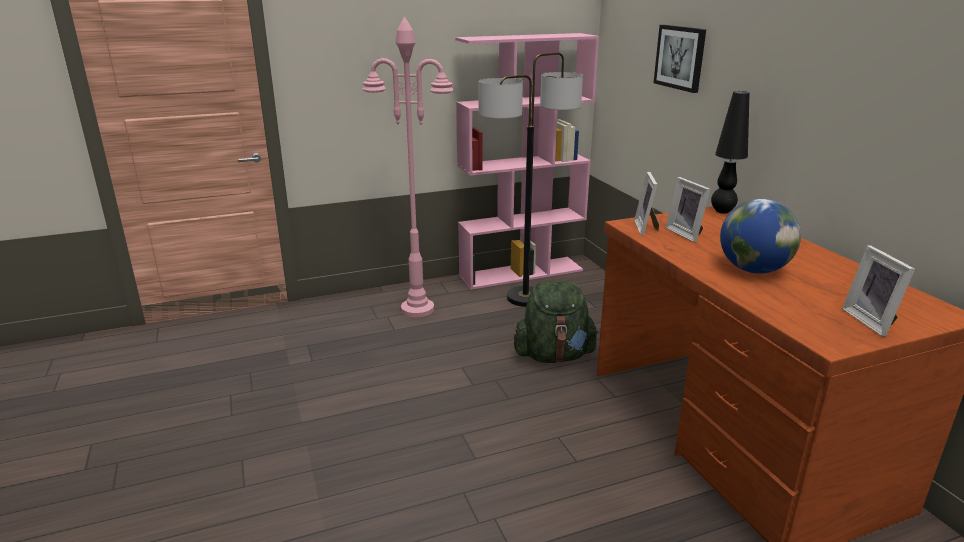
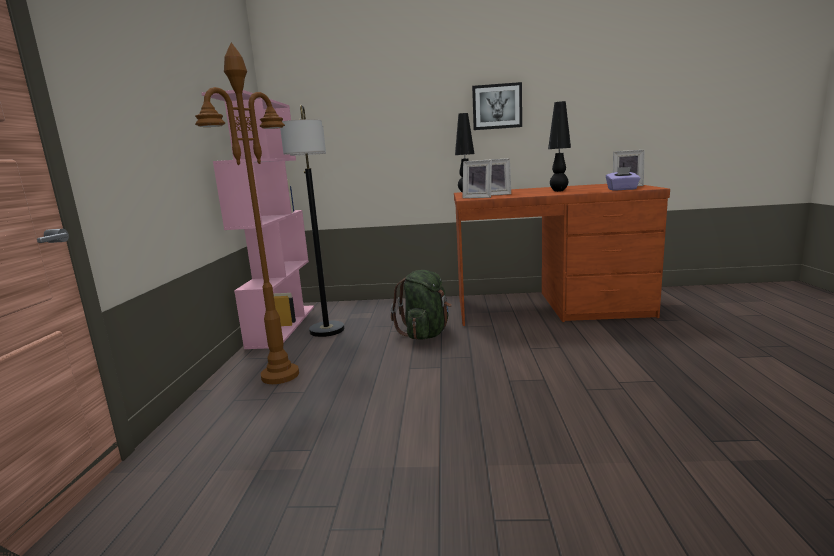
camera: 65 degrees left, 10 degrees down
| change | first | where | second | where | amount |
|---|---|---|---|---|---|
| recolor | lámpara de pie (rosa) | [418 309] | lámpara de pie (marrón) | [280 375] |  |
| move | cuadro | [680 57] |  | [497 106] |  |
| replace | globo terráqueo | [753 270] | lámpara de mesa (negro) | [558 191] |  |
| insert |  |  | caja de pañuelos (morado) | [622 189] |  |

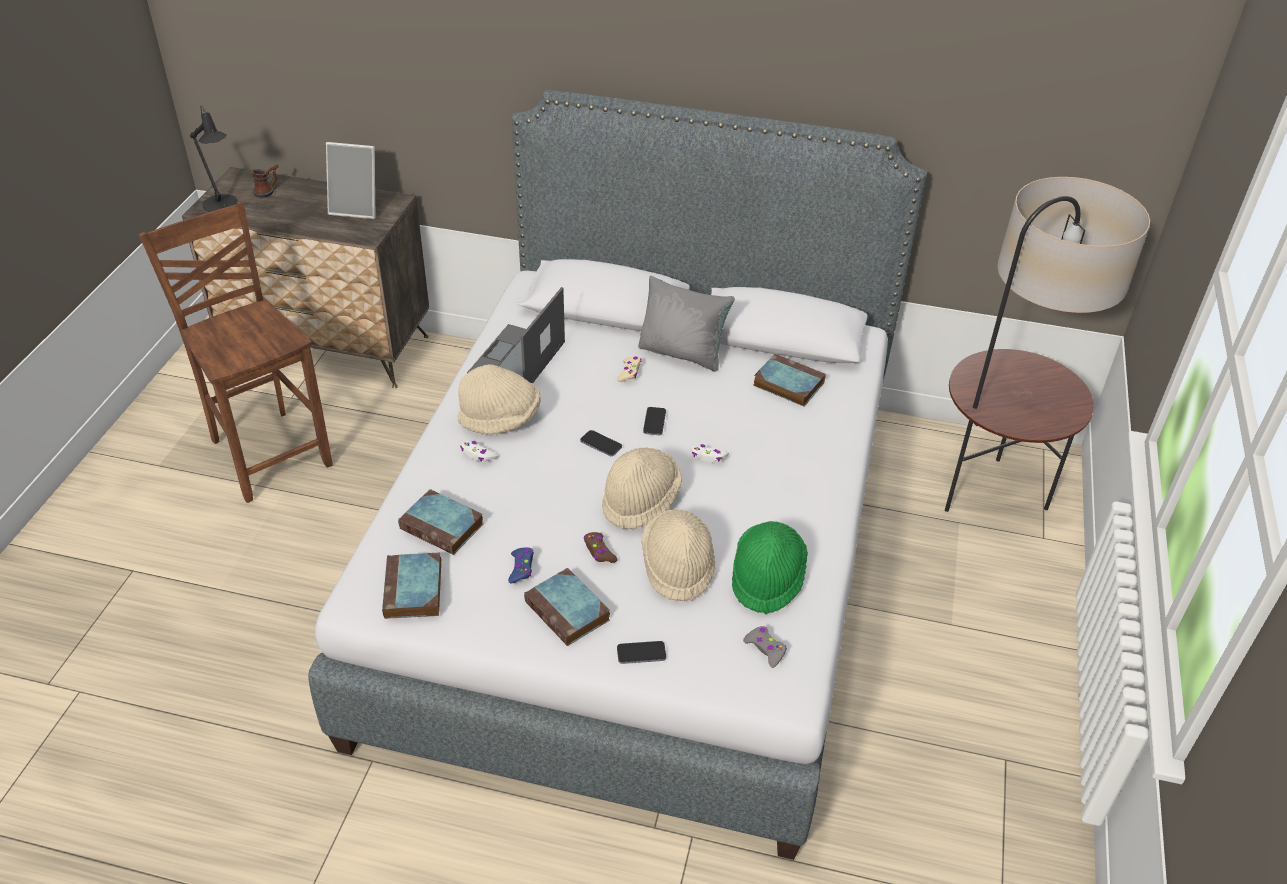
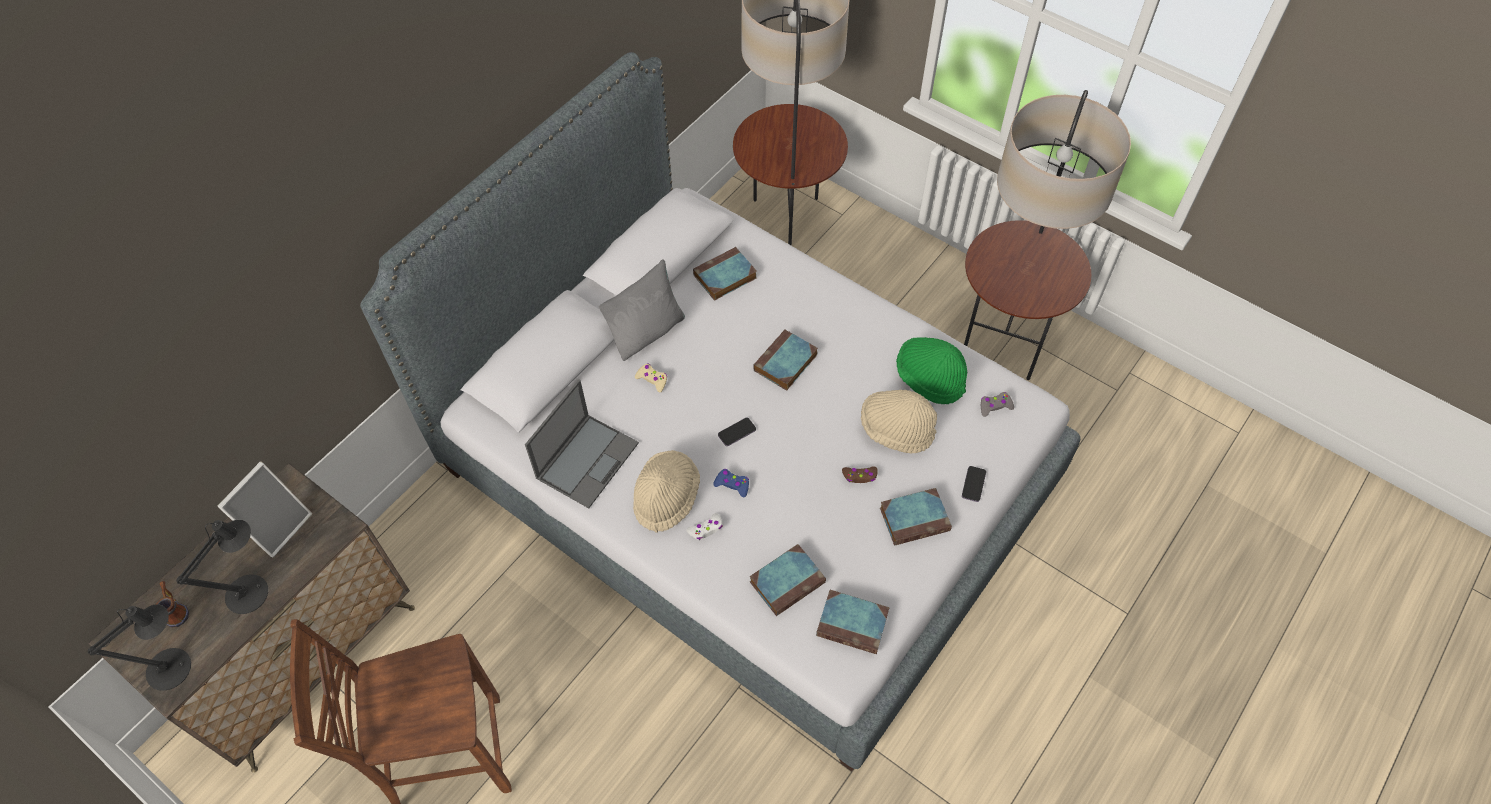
camera: 65 degrees left, 15 degrees up
| change | first | where | second | where | amount |
|---|---|---|---|---|---|
| rotate | portátil | [517 359] |  | [588 459] | 105 degrees counterclockwise |
| move | mando de consola (azul) | [521 568] |  | [732 484] |  |
| delete | sombrero (beis) | [640 501] |  |  |  |
| delete | móvil | [654 422] |  |  |  |
| replace | mando de consola (blanco) | [708 456] | libro | [785 364] |  |
| insert |  |  | lámpara de mesa (negro) | [253 590] |  |
| insert |  |  | lámpara de pie | [1004 341] |  |

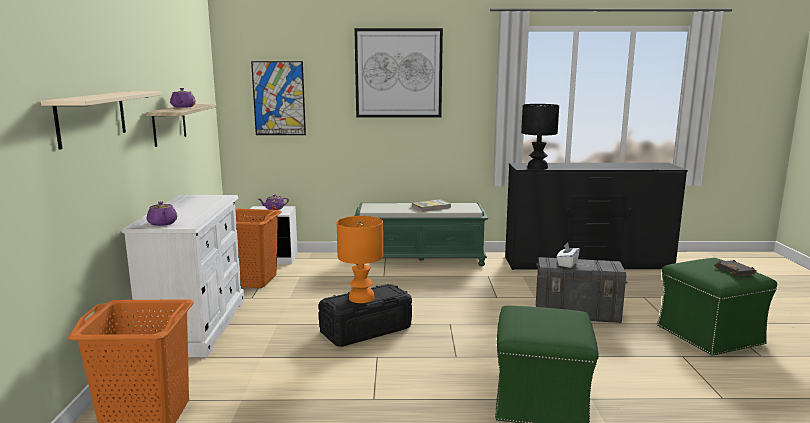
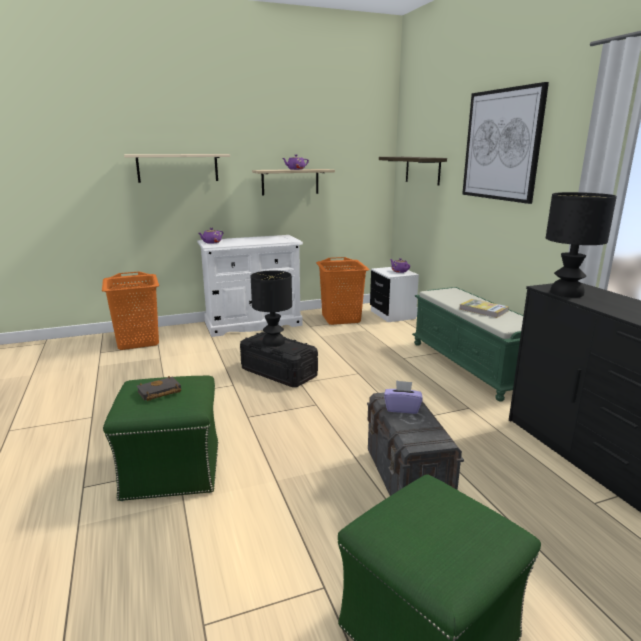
camera: 70 degrees right, 5 degrees up
| change | first | where | second | where | amount |
|---|---|---|---|---|---|
| replace | cuadro | [279 98] | estante | [422 170] |  |
| recolor | lámpara de mesa (naranja) | [361 298] | lámpara de mesa (negro) | [273 342] |  |
| recolor | caja de pañuelos (blanco) | [567 264] | caja de pañuelos (morado) | [402 408] |  |
| move | libro (negro) | [736 271] |  | [158 393] |  |

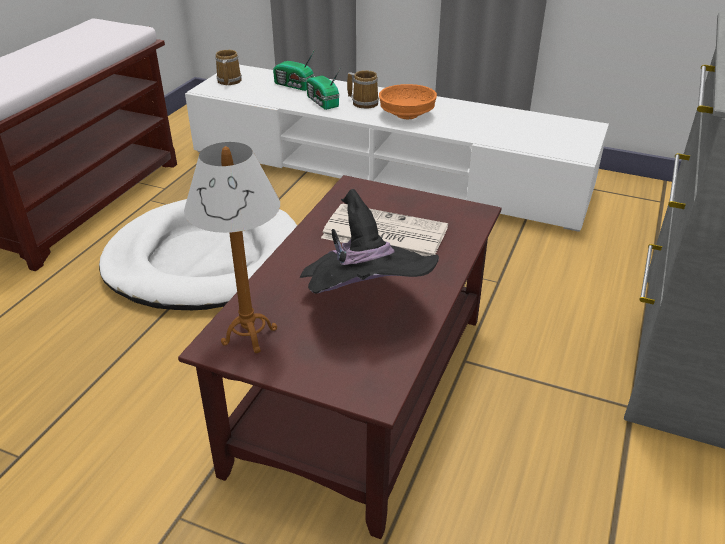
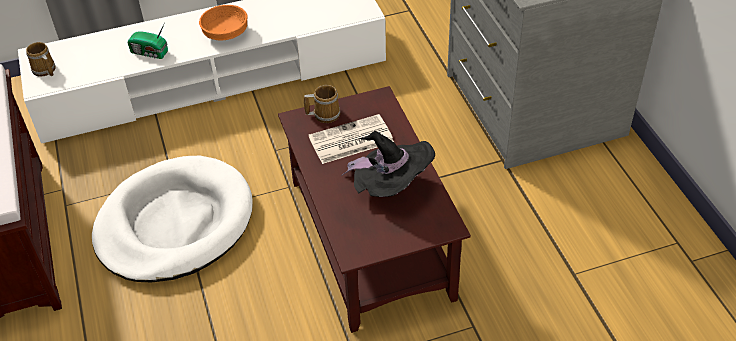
camera: 40 degrees left, 10 degrees up
| change | first | where | second | where | amount |
|---|---|---|---|---|---|
| delete | lámpara de mesa | [249 336] |  |  |  |
| delete | radio | [294 86] |  |  |  |
| move | taza grande | [364 102] |  | [325 114] |  |

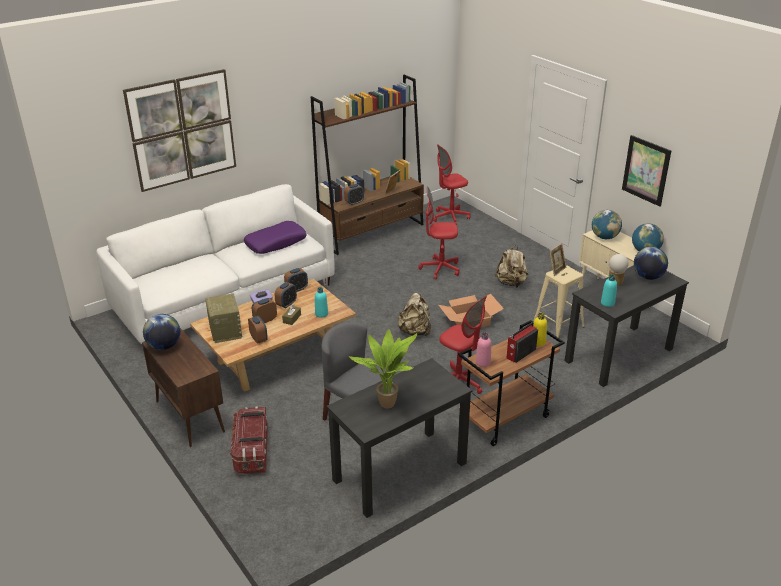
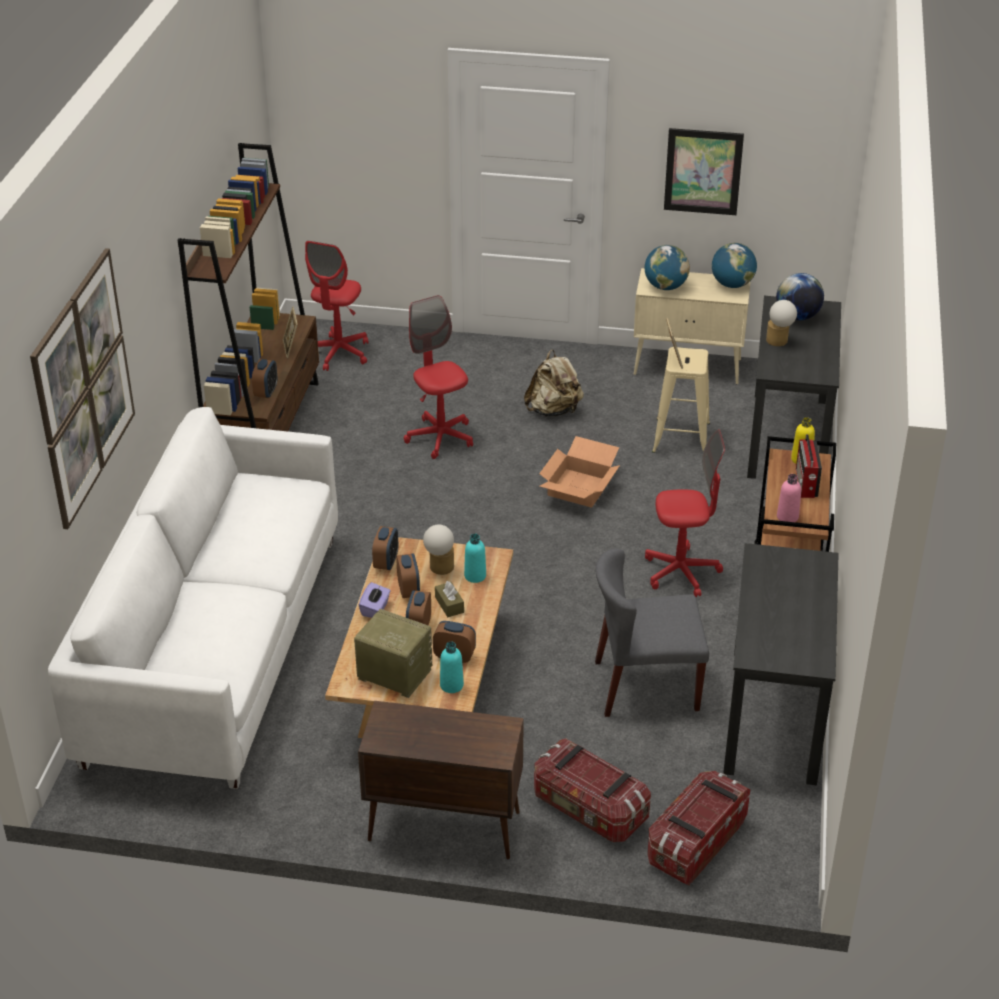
camera: 45 degrees left, 5 degrees up
| change | first | where | second | where | amount |
|---|---|---|---|---|---|
| delete | globo terráqueo | [164 346] |  |  |  |
| delete | cojín (morado) | [275 243] |  |  |  |
| delete | planta en maceta | [387 402] |  |  |  |
| delete | mochila (beis) | [415 331] |  |  |  |
| rotate | silla de oficina (rojo) | [440 269] |  | [440 437] | 105 degrees clockwise |
| move | botella (turquesa) | [607 303] |  | [451 685] |  |
| insert |  |  | lámpara de mesa | [439 569] |  |
| insert |  |  | caja de almacenaje | [695 843] |  |

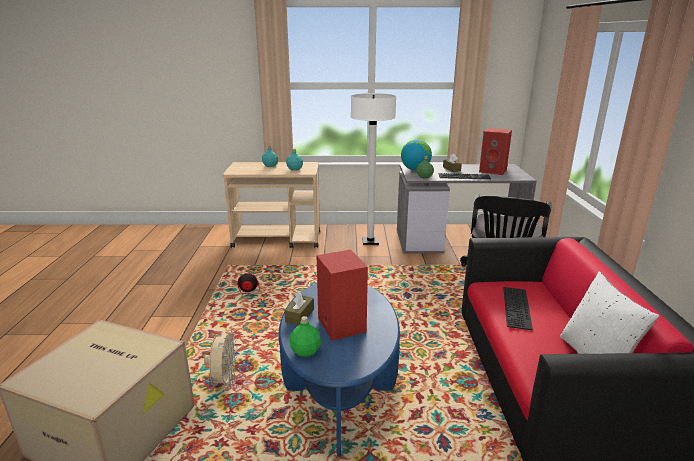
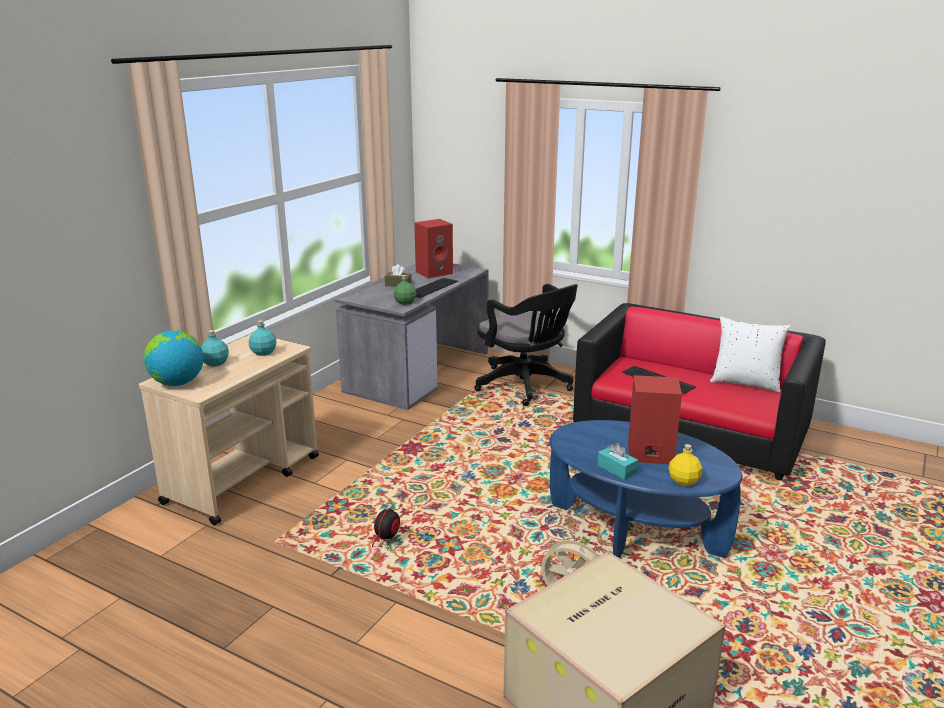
camera: 60 degrees left, 0 degrees up
| change | first | where | second | where | amount |
|---|---|---|---|---|---|
| recolor | caja de pañuelos (marrón) | [300 315] | caja de pañuelos (turquesa) | [617 469] |  |
| recolor | botella (verde) | [305 351] | botella (amarillo) | [683 481] |  |
| delete | lámpara de pie (blanco) | [370 241] |  |  |  |
| move | globo terráqueo | [415 169] |  | [177 383] |  |

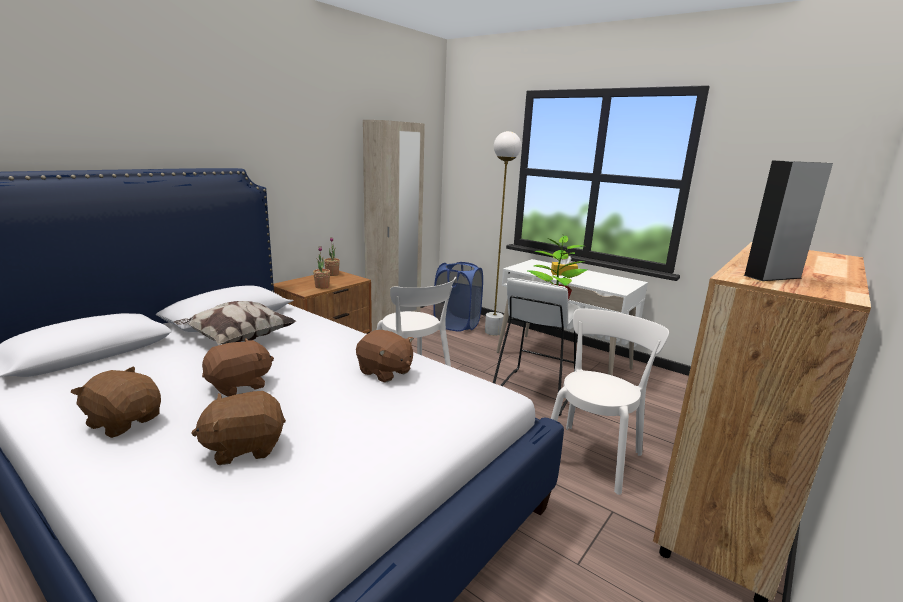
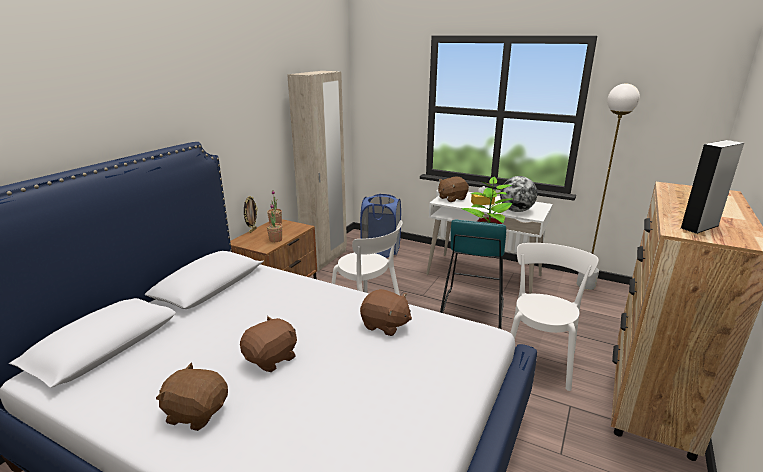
camera: 10 degrees left, 5 degrees up
| change | first | where | second | where | amount |
|---|---|---|---|---|---|
| delete | cojín | [237 339] |  |  |  |
| move | peluche (marrón) | [244 447] |  | [451 198] |  |
| move | lámpara de pie (blanco) | [493 332] |  | [586 285] |  |
| recolor | taburete (blanco) | [534 391] | taburete (turquesa) | [472 308] |  |
| insert |  |  | portarretratos | [252 230] |  |
| insert |  |  | globo terráqueo | [516 210] |  |

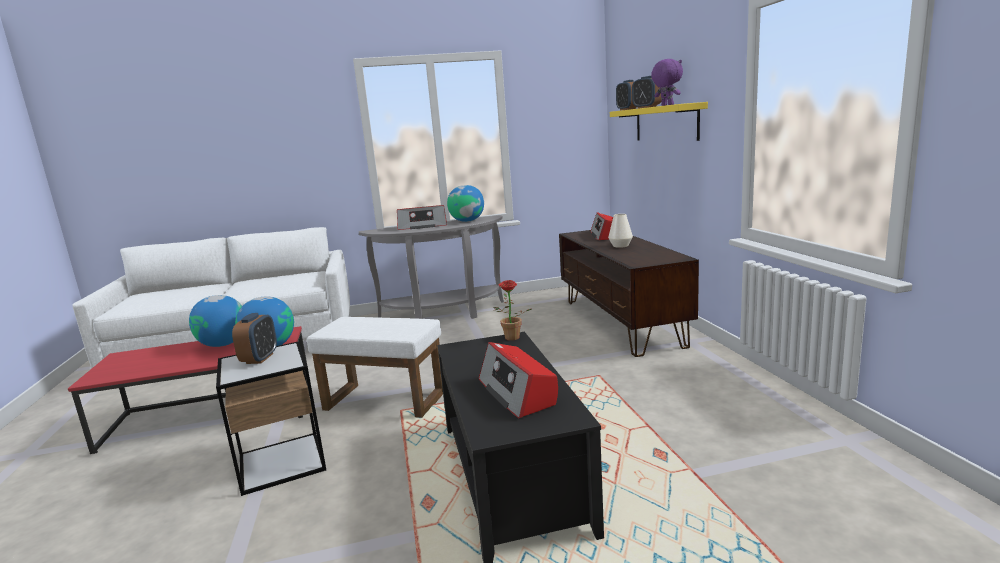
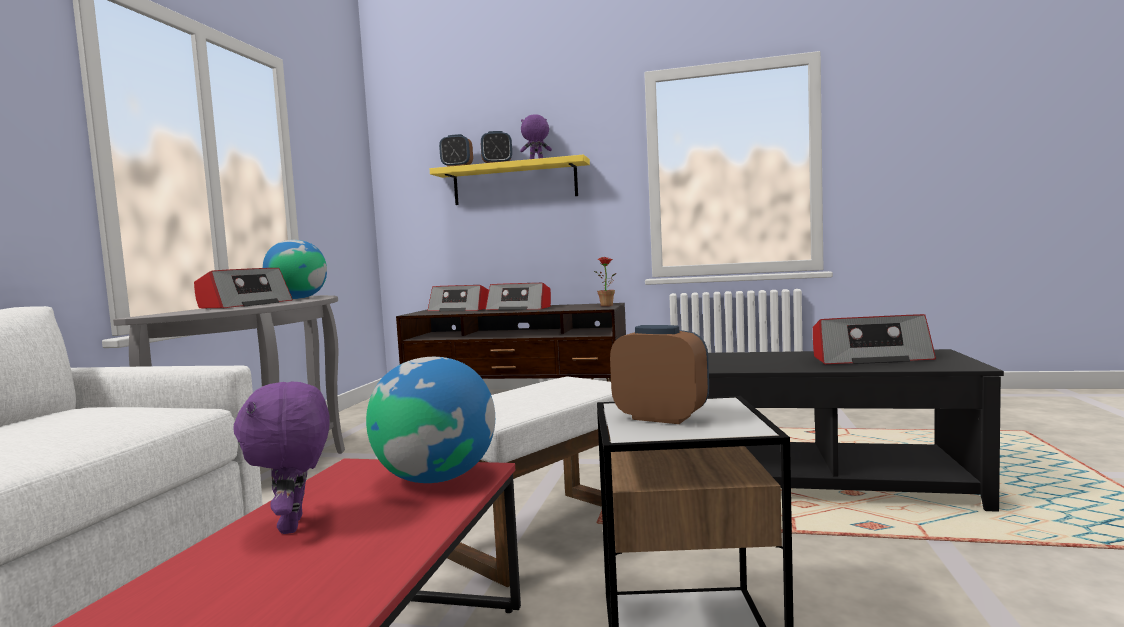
camera: 65 degrees left, 10 degrees down
| change | first | where | second | where | amount |
|---|---|---|---|---|---|
| replace | globo terráqueo | [223 344] | peluche (morado) | [295 525] |  |
| move | planta en maceta | [511 339] |  | [608 305] |  |
| replace | florero (blanco) | [620 245] | radio | [520 308] |  |

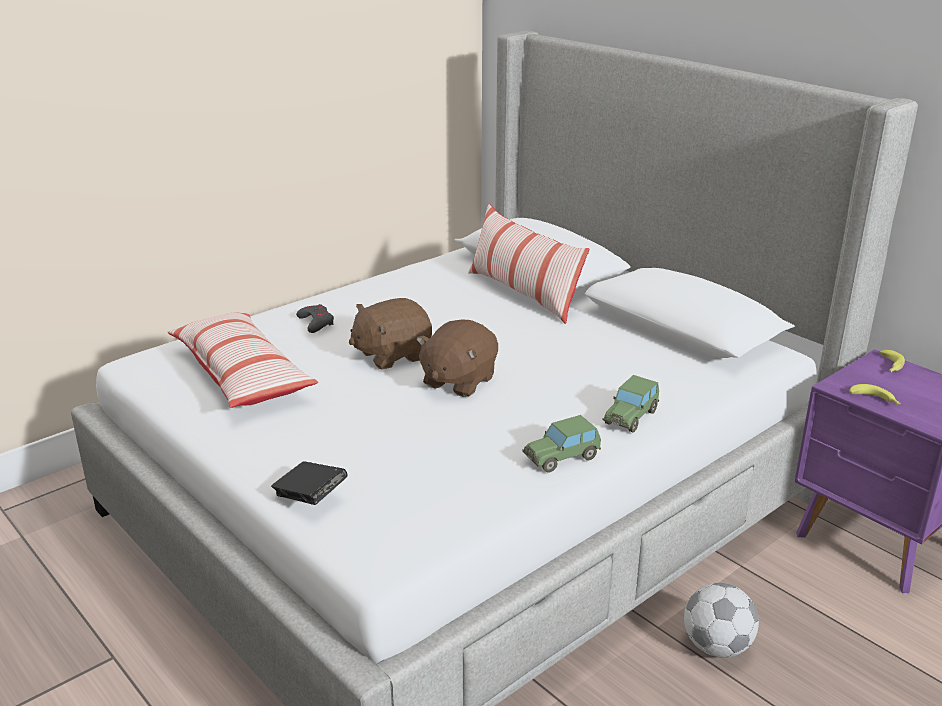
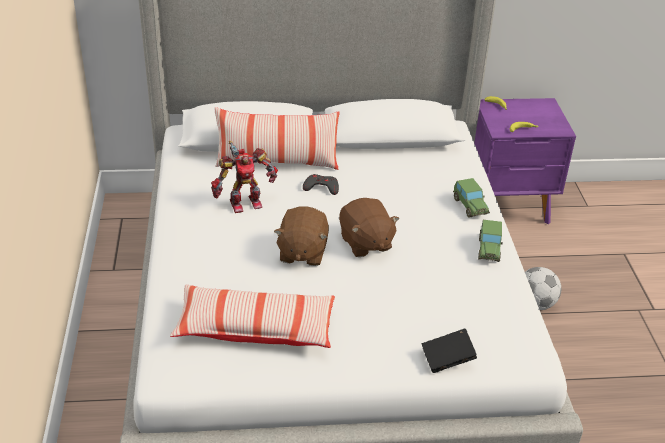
camera: 55 degrees left, 10 degrees up
| change | first | where | second | where | amount |
|---|---|---|---|---|---|
| move | mando de consola (gris) | [316 322] |  | [321 187] |  |
| insert |  |  | robot de juguete | [244 202] |  |

